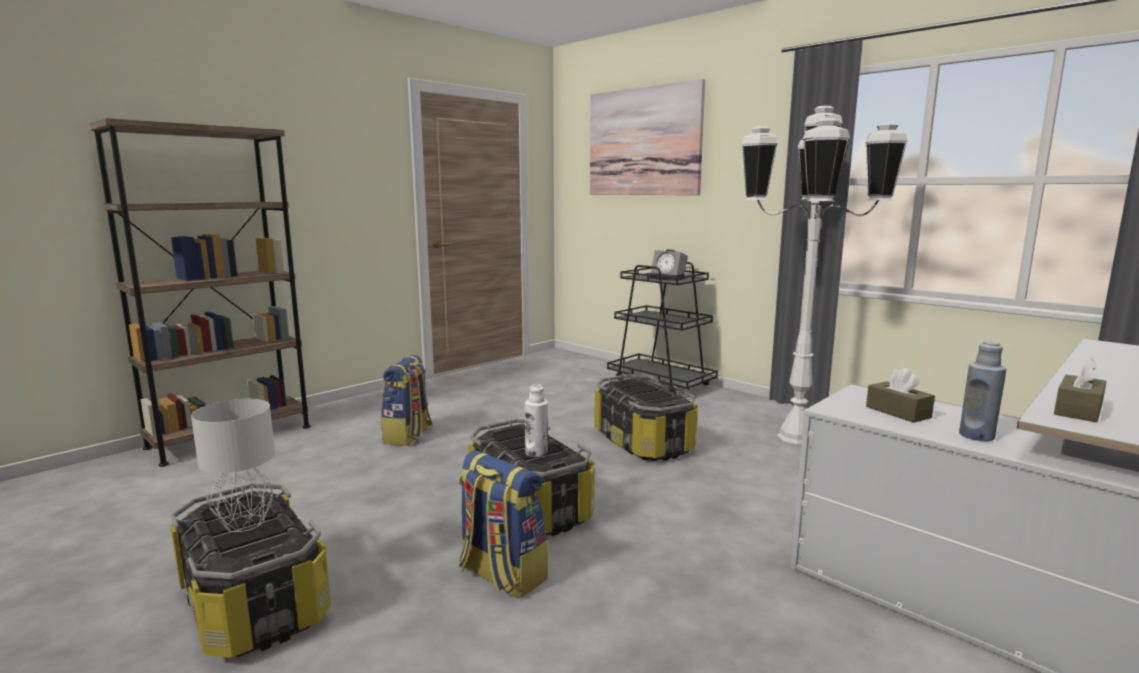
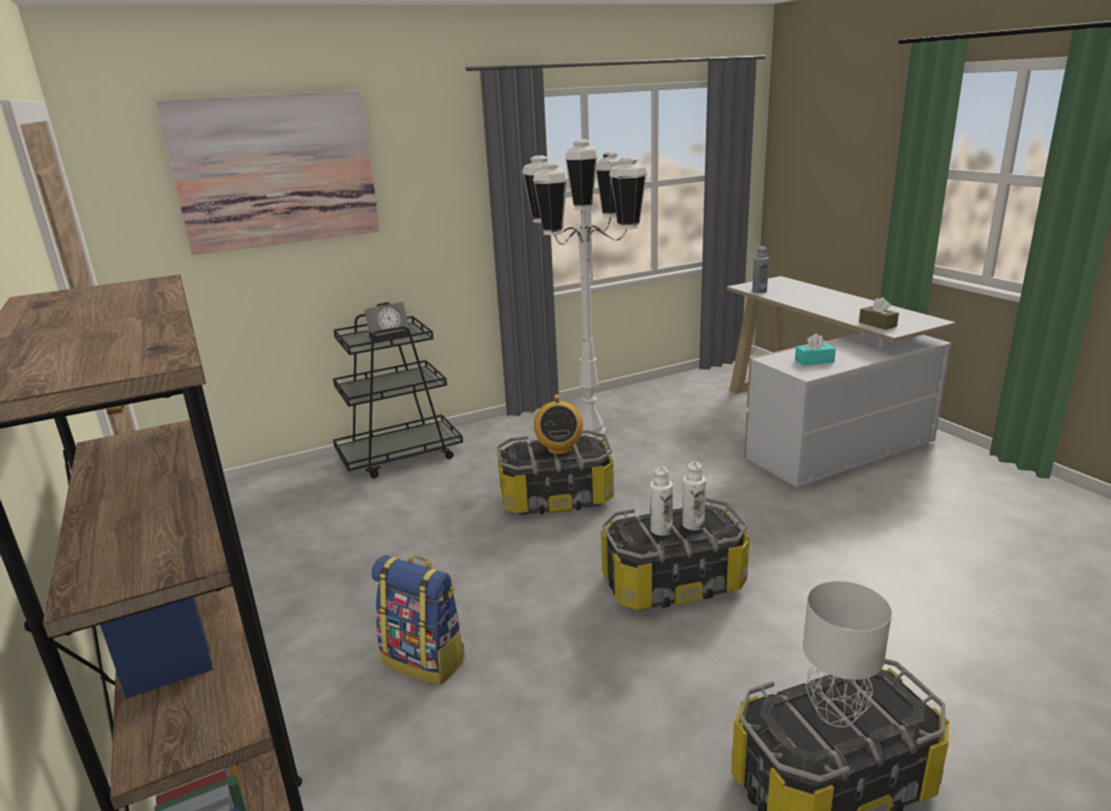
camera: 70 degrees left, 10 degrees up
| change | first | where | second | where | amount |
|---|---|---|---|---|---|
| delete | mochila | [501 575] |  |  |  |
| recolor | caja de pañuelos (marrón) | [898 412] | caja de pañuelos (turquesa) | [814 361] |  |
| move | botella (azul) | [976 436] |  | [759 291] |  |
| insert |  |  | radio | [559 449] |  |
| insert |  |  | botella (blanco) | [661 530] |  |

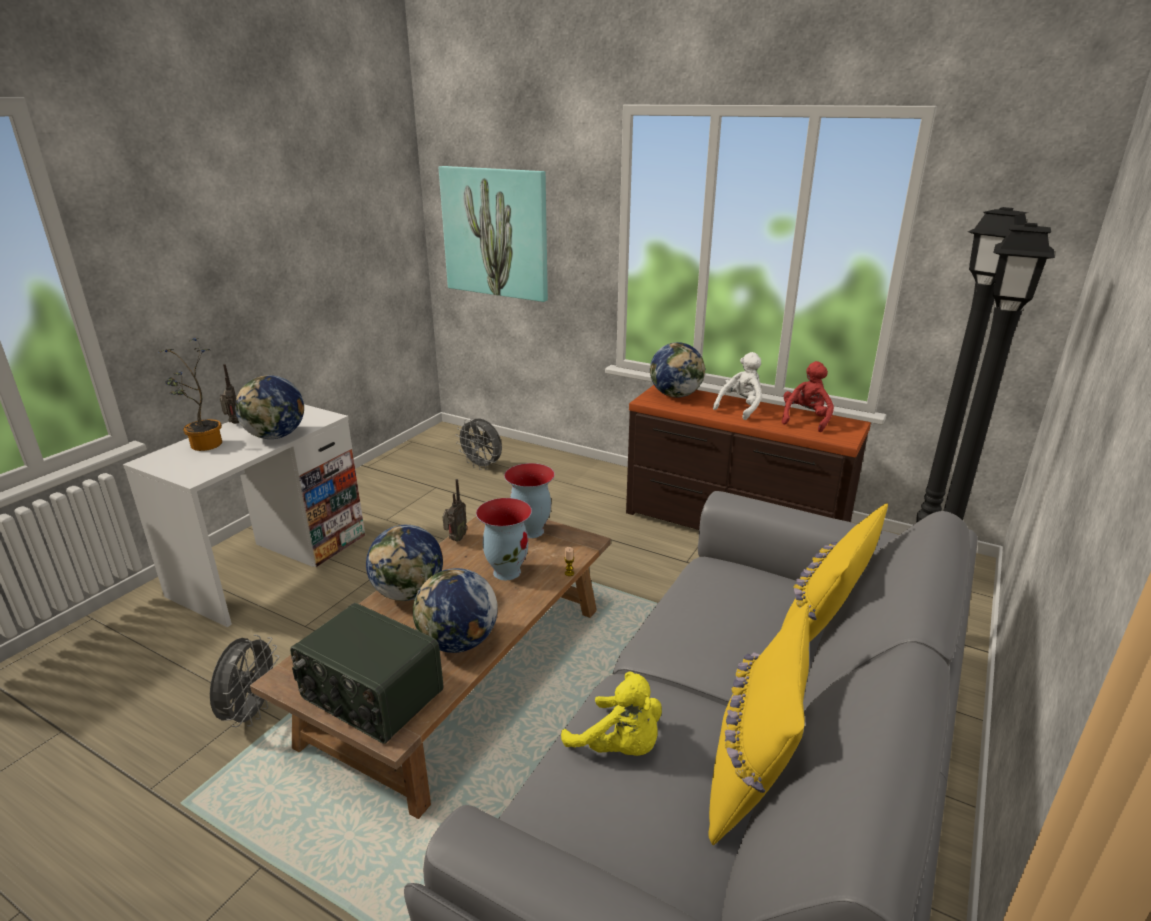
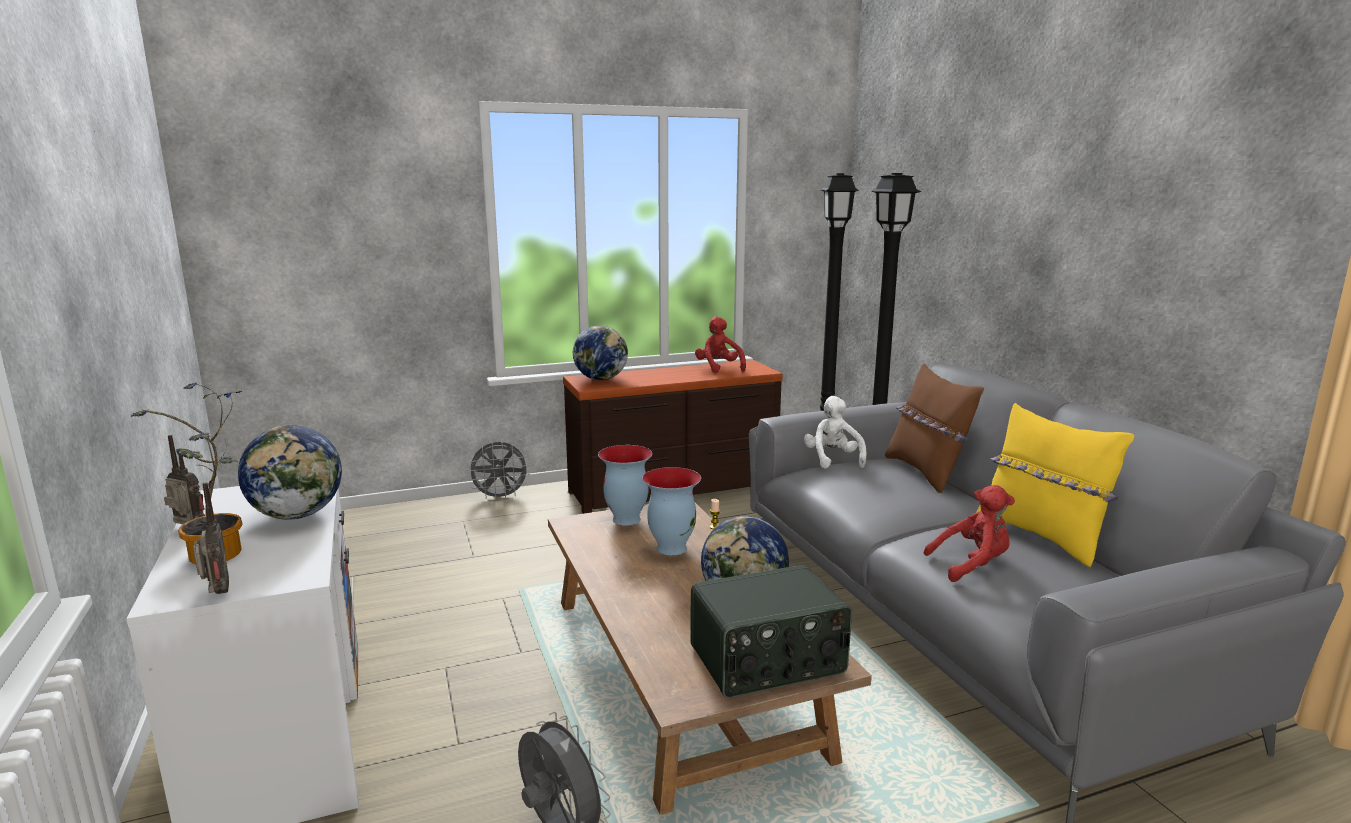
camera: 50 degrees left, 10 degrees down
| change | first | where | second | where | amount |
|---|---|---|---|---|---|
| delete | globo terráqueo | [409 593] |  |  |  |
| delete | cuadro | [496 233] |  |  |  |
| move | radio | [455 539] |  | [216 593] |  |
| move | ventilador (gris) | [482 466] |  | [500 497] |  |
| recolor | peluche (amarillo) | [619 746] | peluche (rojo) | [972 565] |  |
| move | peluche (blanco) | [740 408] |  | [832 459] |  |
| recolor | cojín (amarillo) | [821 634] | cojín (marrón) | [926 472] |  |

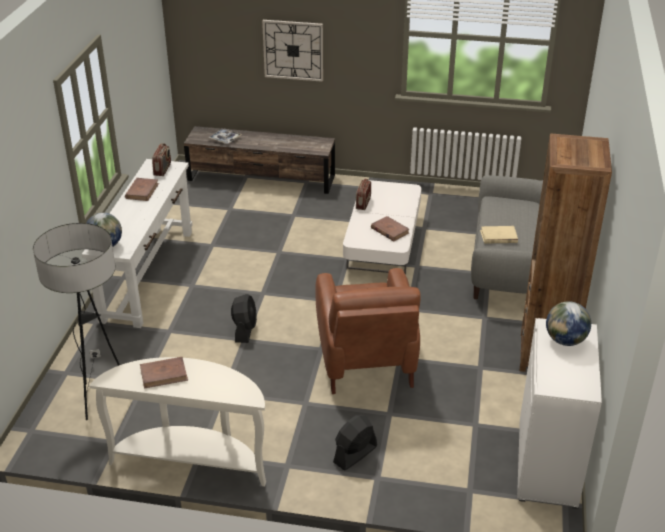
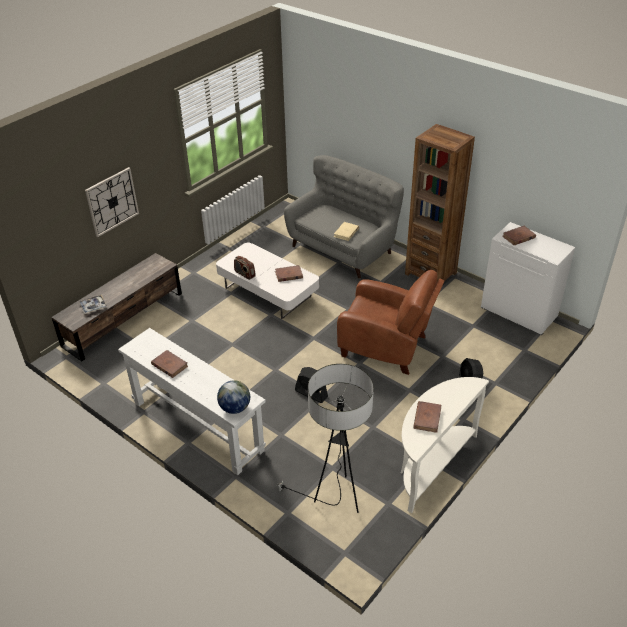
camera: 60 degrees left, 5 degrees up
| change | first | where | second | where | amount |
|---|---|---|---|---|---|
| delete | radio | [162 169] |  |  |  |
| replace | globo terráqueo | [565 340] | libro (marrón) | [518 237] |  |

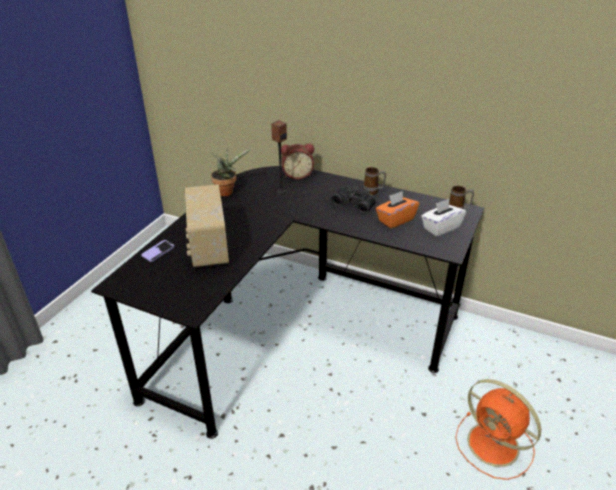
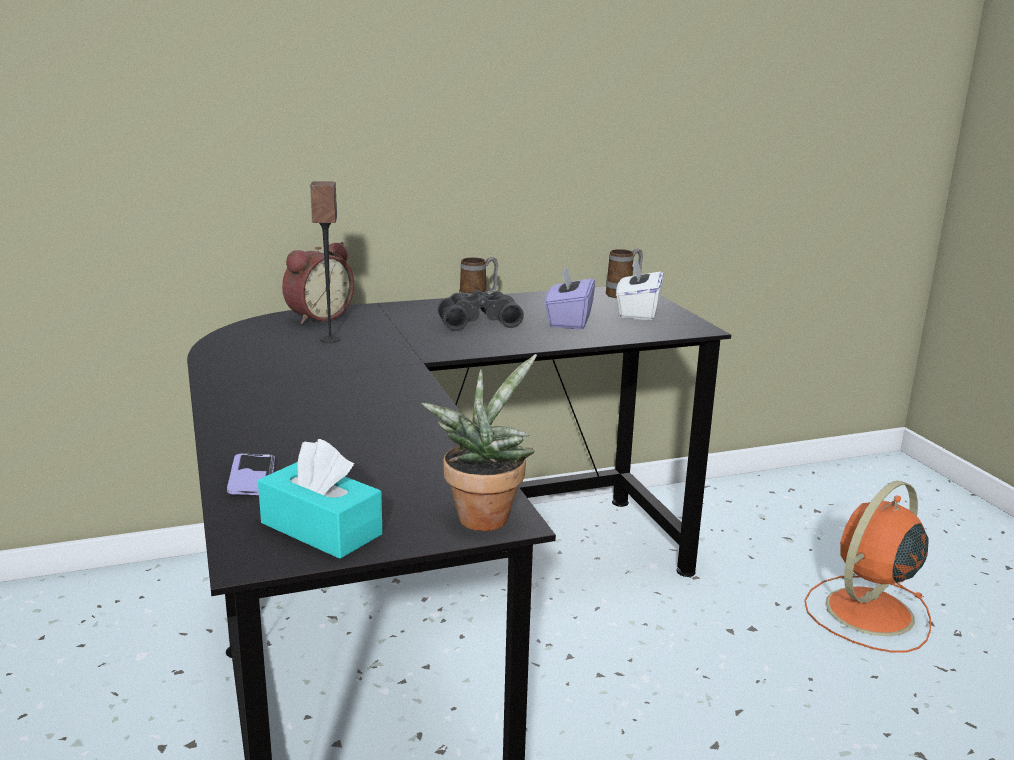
camera: 45 degrees left, 15 degrees down
| change | first | where | second | where | amount |
|---|---|---|---|---|---|
| delete | radio | [208 248] |  |  |  |
| move | planta en maceta | [227 191] |  | [484 515] |  |
| recolor | caja de pañuelos (naranja) | [395 220] | caja de pañuelos (morado) | [568 321] |  |
| rotate | ventilador (naranja) | [495 446] |  | [867 613] | 135 degrees clockwise |
| insert |  |  | caja de pañuelos (turquesa) | [321 529] |  |

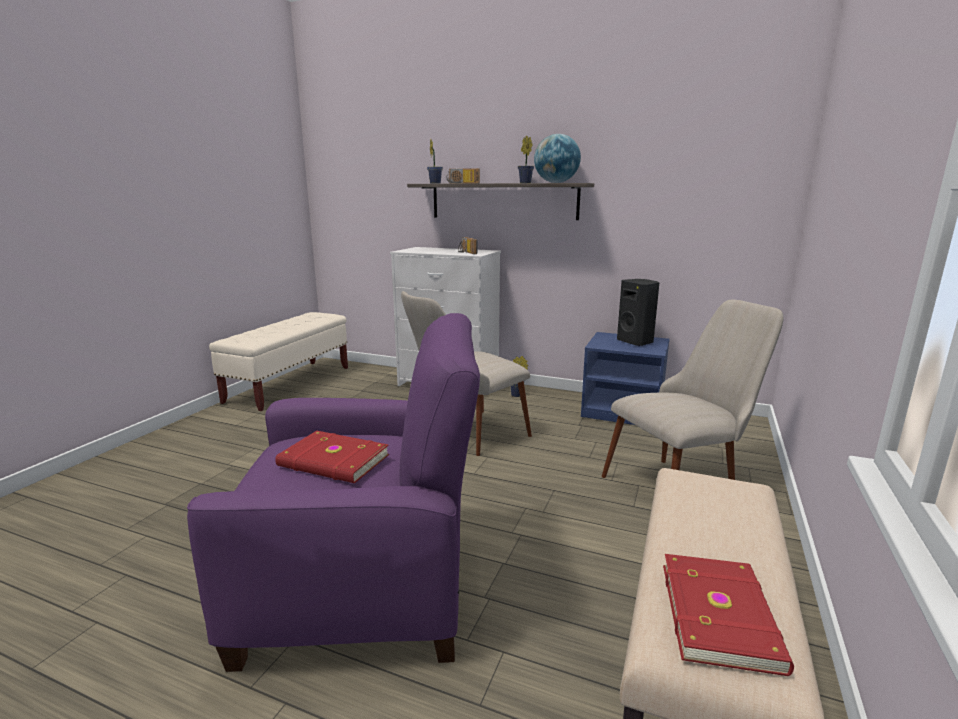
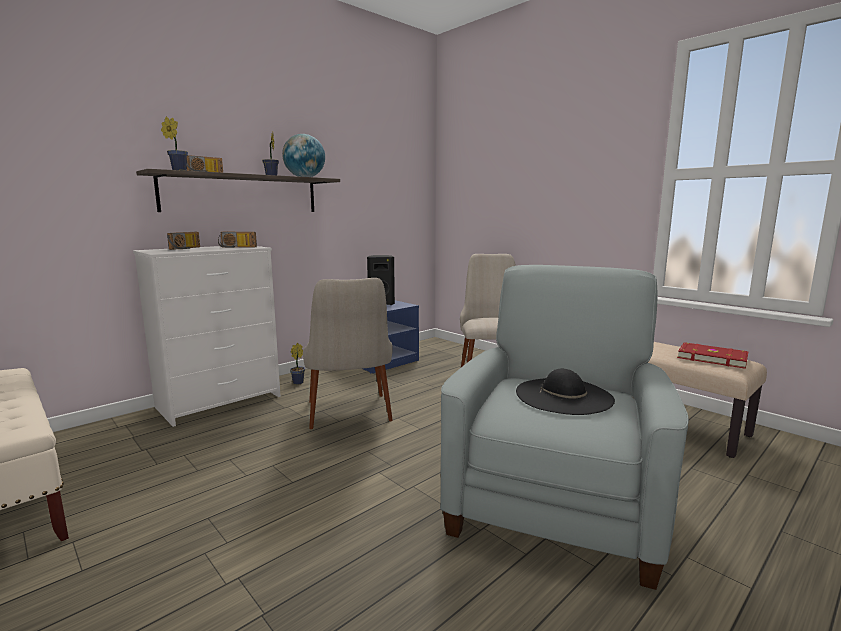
camera: 65 degrees left, 5 degrees down
| change | first | where | second | where | amount |
|---|---|---|---|---|---|
| recolor | sillón (morado) | [365 584] | sillón (gris) | [555 503] |  |
| replace | libro (rojo) | [333 462] | sombrero (negro) | [563 395] |  |
| insert |  |  | radio | [186 248] |  |

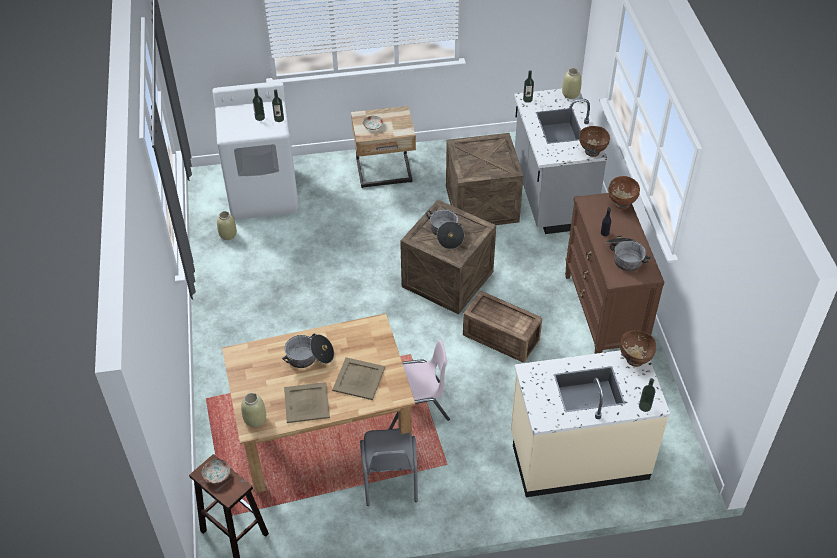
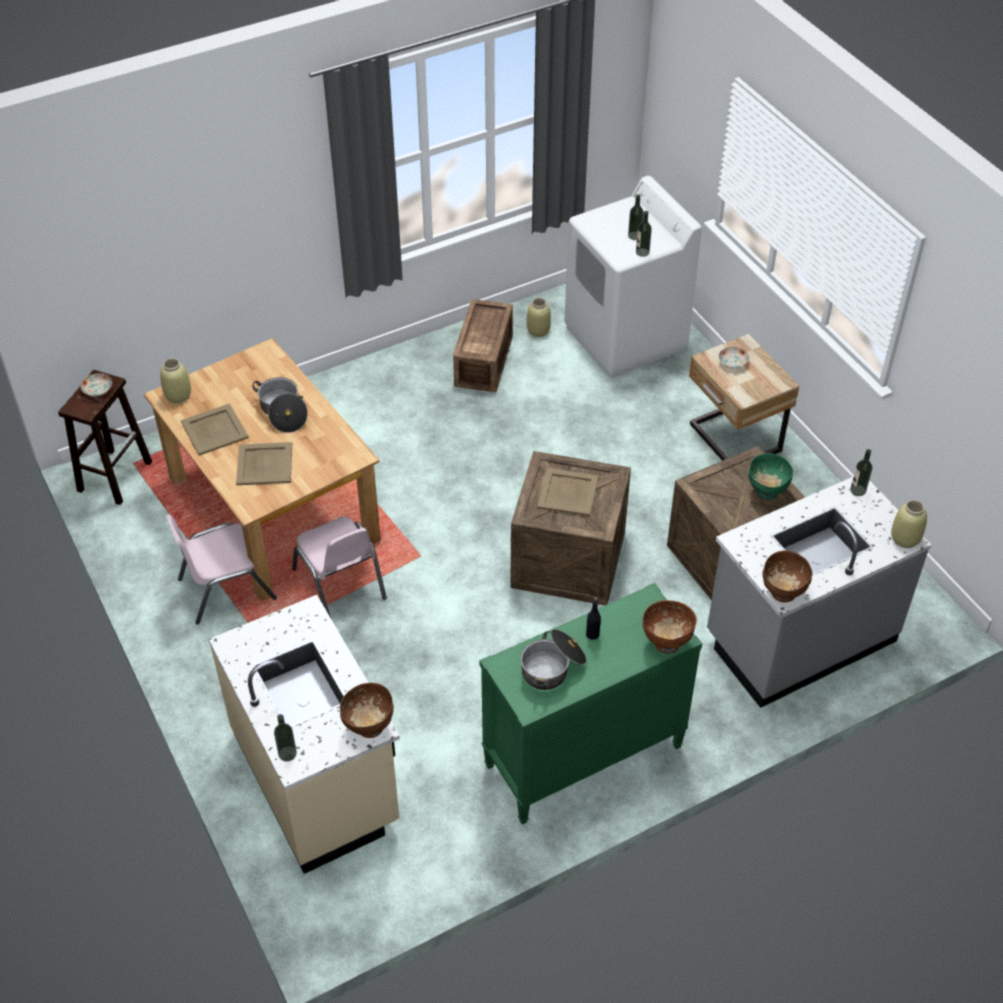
camera: 70 degrees right, 0 degrees up
| change | first | where | second | where | amount |
|---|---|---|---|---|---|
| recolor | silla (gris) | [389 476] | silla (rosa) | [226 588] |  |
| replace | olla | [446 234] | bandeja (beis) | [568 493] |  |
| move | caja de embalaje | [500 336] |  | [485 360] |  |
| recolor | cómoda (marrón) | [603 316] | cómoda (verde) | [582 757] |  |
| insert |  |  | cuenco (verde) | [766 492] |  |

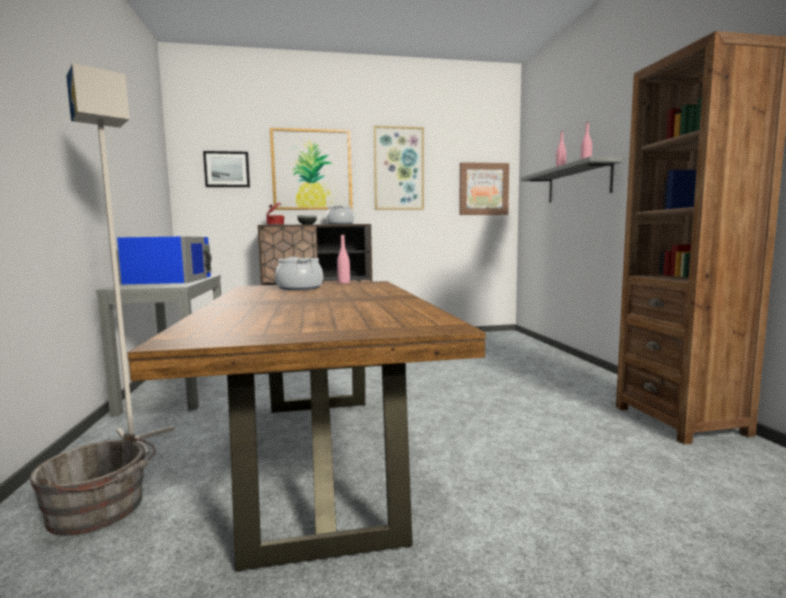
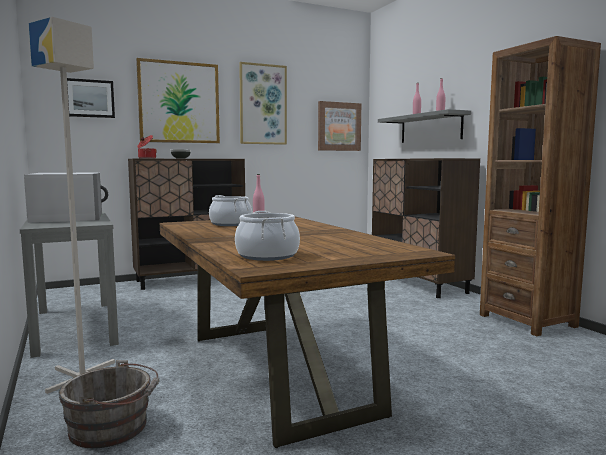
camera: 15 degrees left, 0 degrees up
| change | first | where | second | where | amount |
|---|---|---|---|---|---|
| recolor | microondas (azul) | [171 280] | microondas (blanco) | [68 217] |  |
| move | olla | [340 224] |  | [267 256] |  |
| insert |  |  | armario (marrón) | [418 283] |  |

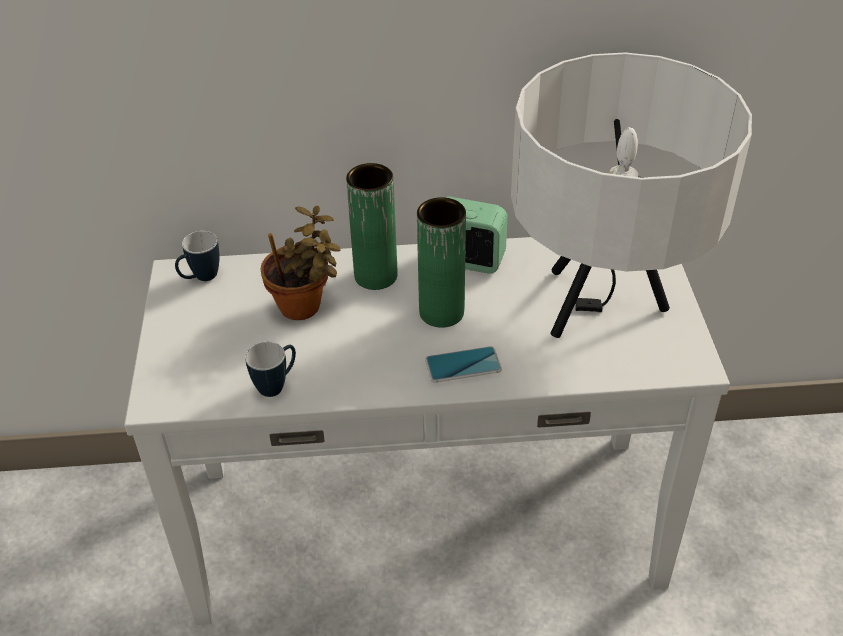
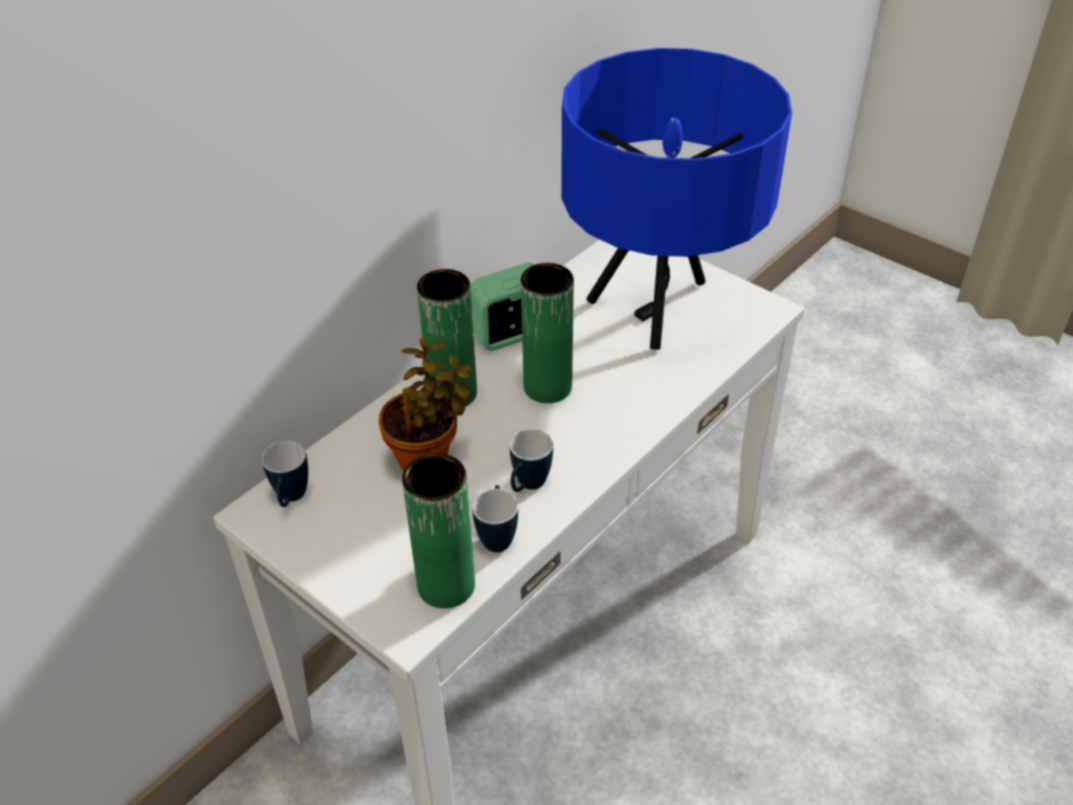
camera: 45 degrees left, 0 degrees up
| change | first | where | second | where | amount |
|---|---|---|---|---|---|
| delete | móvil | [463 365] |  |  |  |
| recolor | lámpara de mesa (blanco) | [604 308] | lámpara de mesa (azul) | [659 307] |  |
| insert |  |  | florero (verde) | [446 585] |  |
| insert |  |  | taza grande | [527 486] |  |

